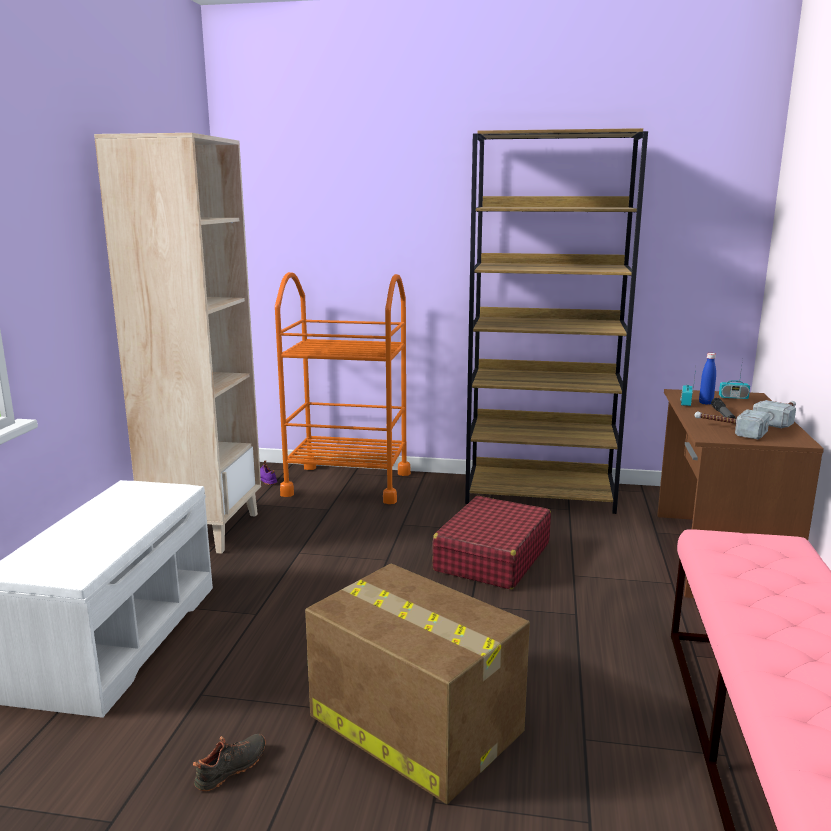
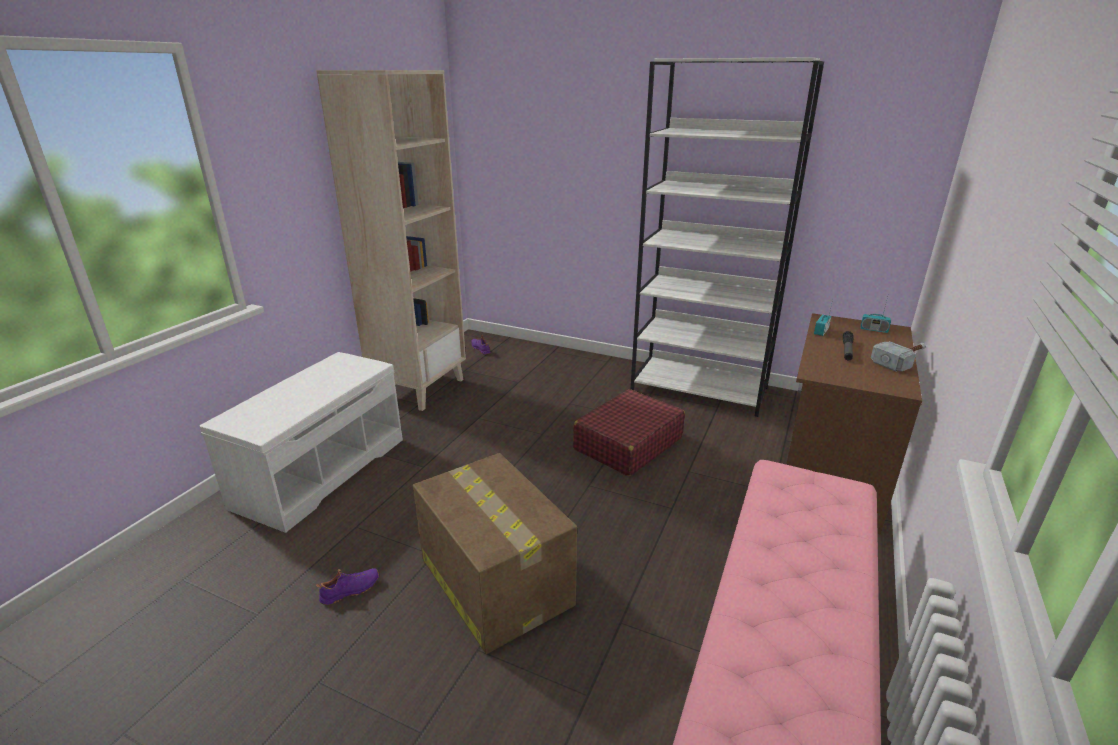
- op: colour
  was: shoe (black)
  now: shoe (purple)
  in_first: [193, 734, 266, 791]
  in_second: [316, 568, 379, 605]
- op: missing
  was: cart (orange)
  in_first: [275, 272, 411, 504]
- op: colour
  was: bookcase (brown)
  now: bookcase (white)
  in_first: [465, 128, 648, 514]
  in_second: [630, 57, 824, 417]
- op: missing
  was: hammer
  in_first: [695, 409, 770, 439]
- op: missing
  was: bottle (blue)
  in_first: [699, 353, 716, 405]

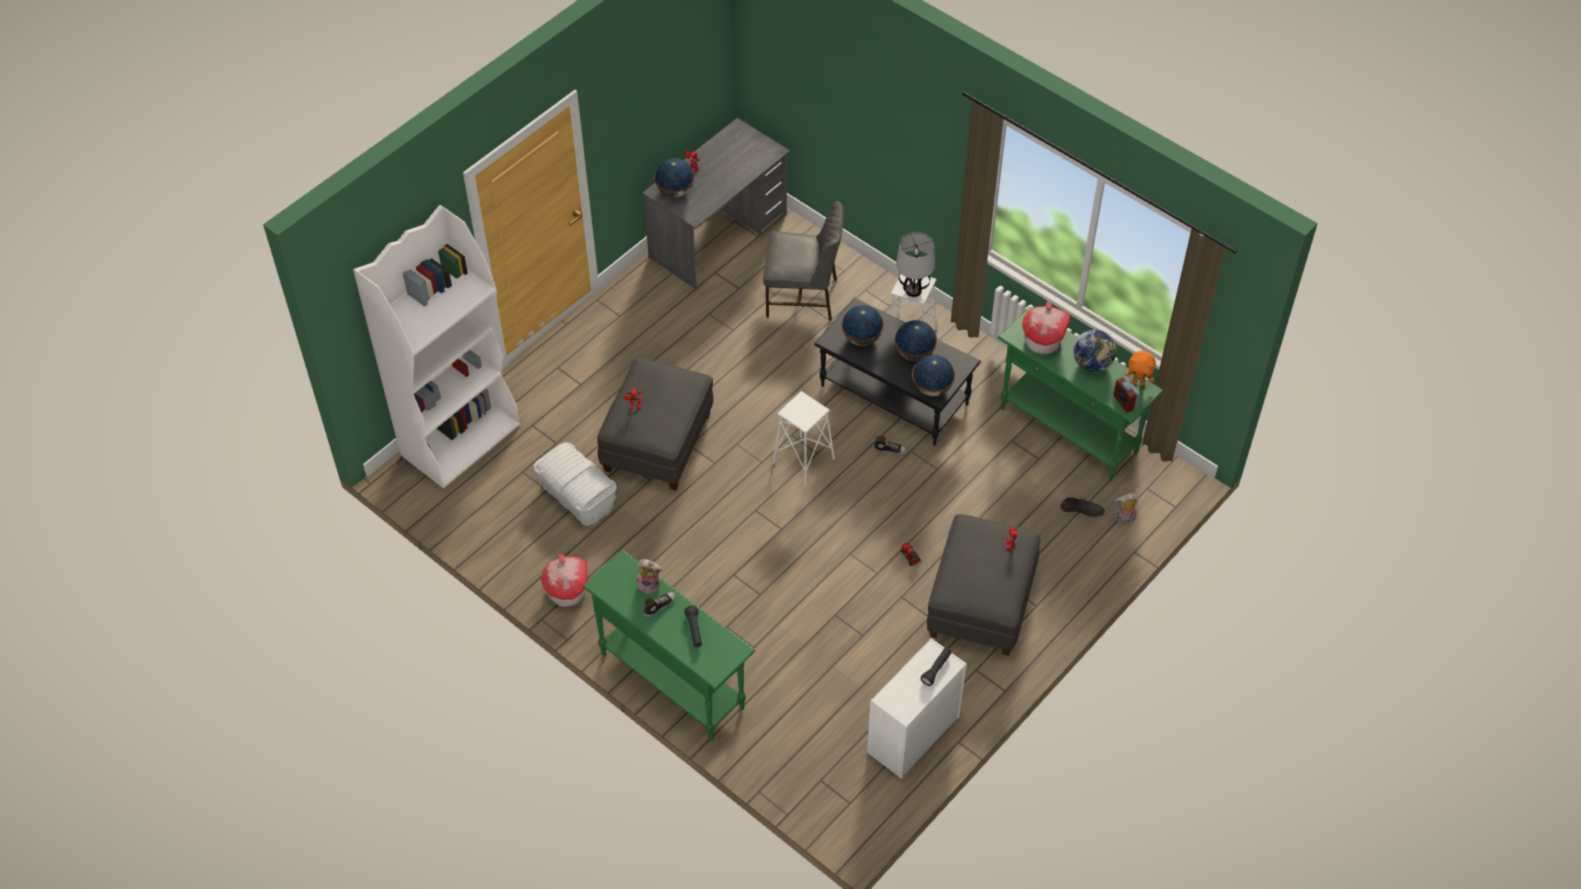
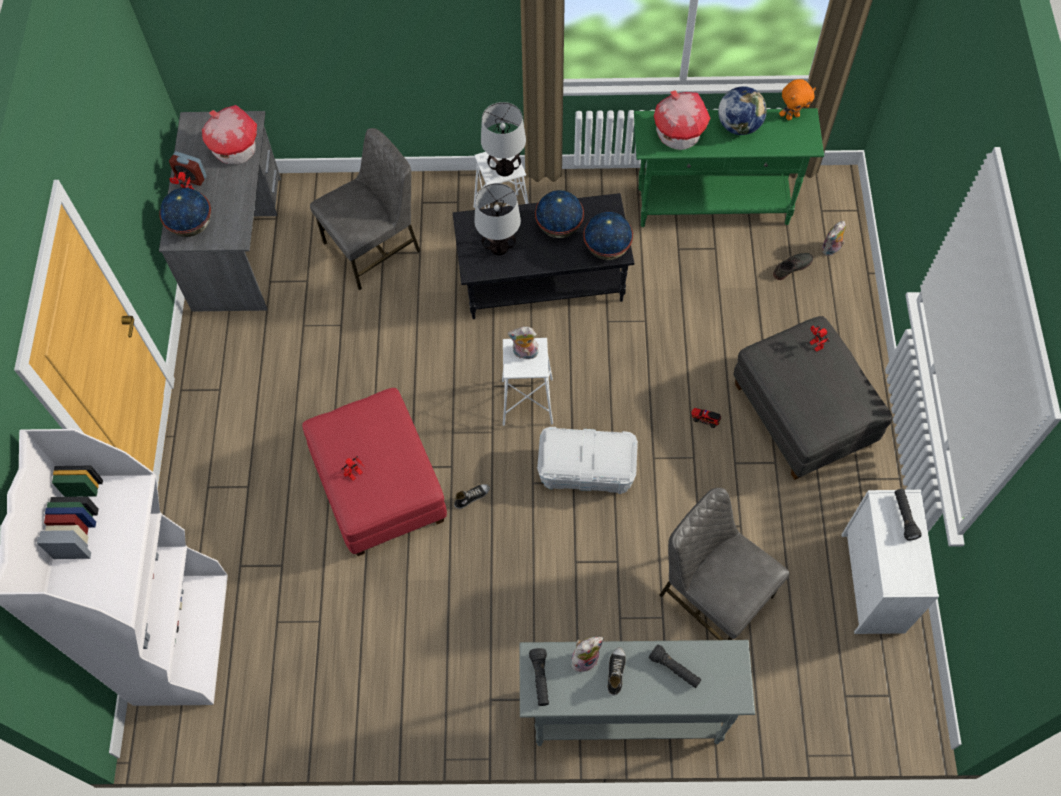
- op: relocated
  was: storage box (white)
  in_first: [533, 442, 617, 526]
  in_second: [537, 427, 638, 494]
- op: relocated
  was: toy house
  in_first: [541, 555, 587, 607]
  in_second: [202, 105, 257, 164]
- op: colour
  was: console table (green)
  now: console table (grey)
  in_first: [582, 550, 755, 741]
  in_second: [520, 640, 755, 746]
- op: colour
  was: ottoman (grey)
  now: ottoman (red)
  in_first: [597, 358, 714, 491]
  in_second: [302, 388, 447, 556]
- op: exchanged
  was: globe
  now: table lamp
  in_first: [841, 305, 884, 346]
  in_second: [474, 183, 521, 255]
- op: relocated
  was: shoe
  in_first: [874, 436, 907, 454]
  in_second: [454, 484, 490, 509]
- op: relocated
  was: alarm clock
  in_first: [1113, 376, 1140, 413]
  in_second: [169, 151, 207, 186]
- op: appeared
  now: plush toy
  in_second: [508, 326, 539, 360]
- op: appeared
  now: flashlight (black)
  in_second: [529, 648, 549, 706]
- op: appeared
  now: chair (grey)
  in_second: [660, 488, 789, 640]

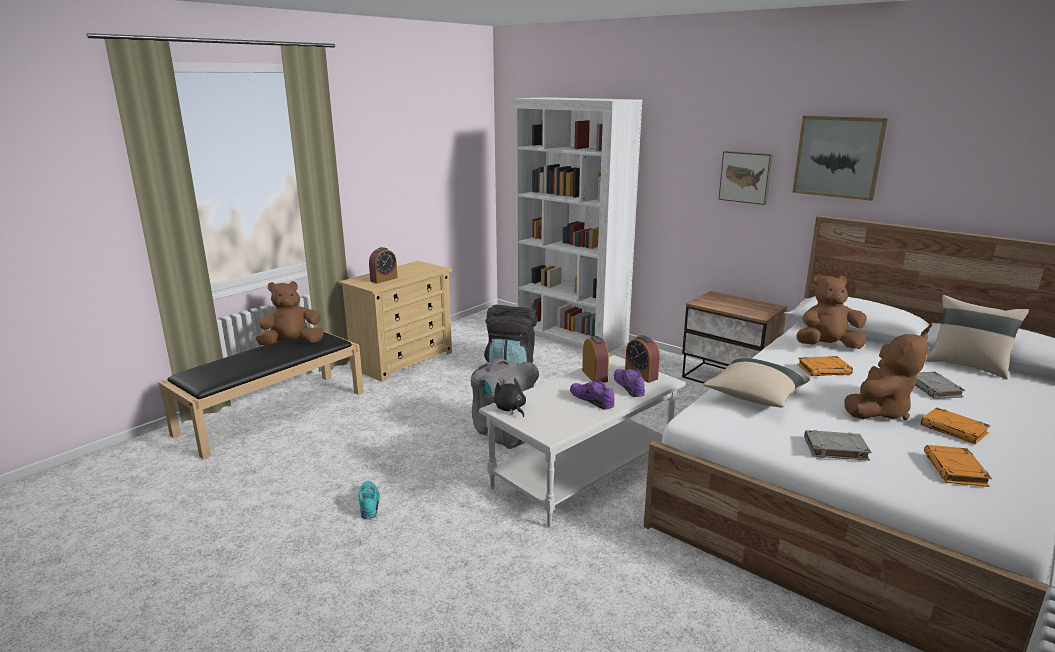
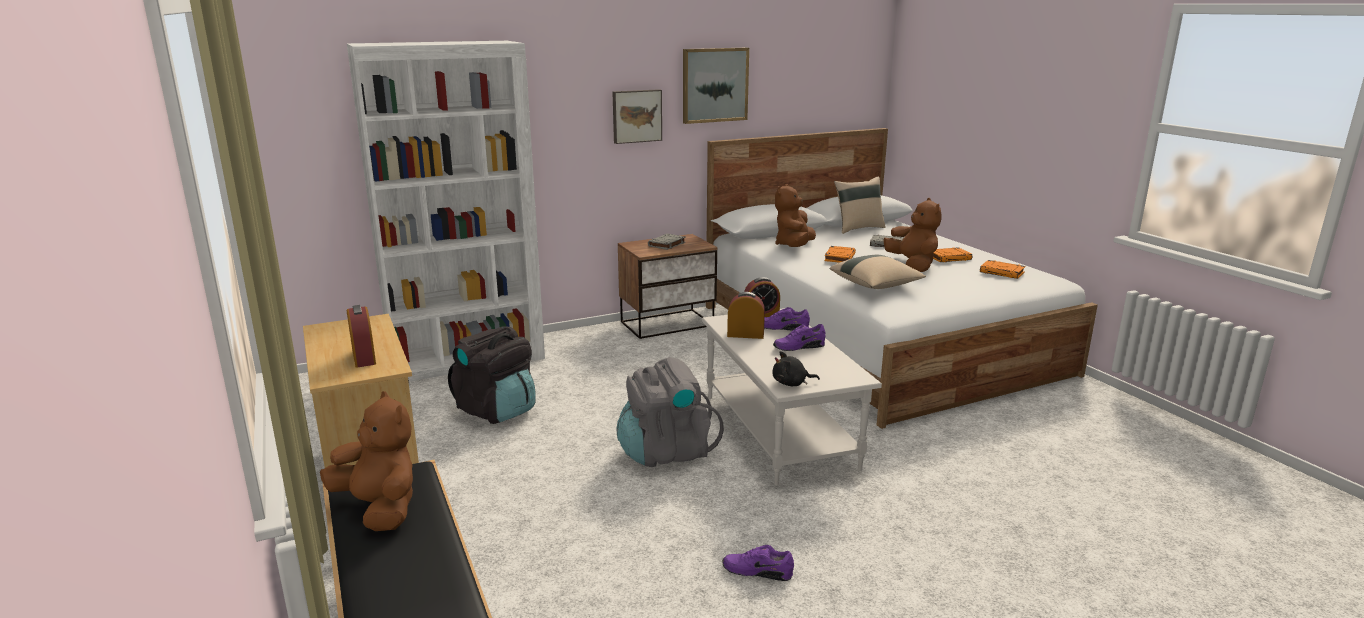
- op: spun
  was: plush toy (brown)
  in_first: [255, 281, 324, 346]
  in_second: [320, 391, 413, 531]
  clockwise: 135
- op: colour
  was: shoe (turquoise)
  now: shoe (purple)
  in_first: [358, 481, 380, 519]
  in_second: [723, 545, 794, 581]
- op: relocated
  was: book (grey)
  in_first: [804, 430, 872, 461]
  in_second: [648, 234, 686, 250]

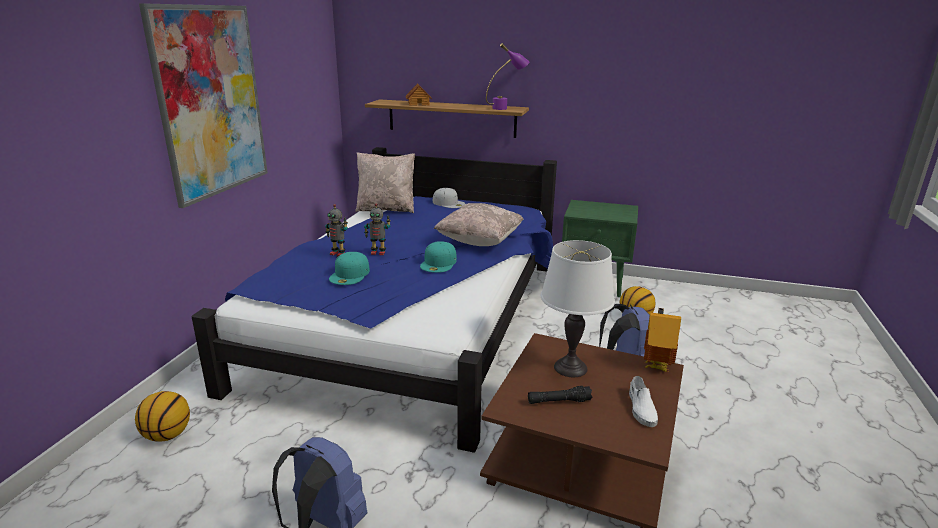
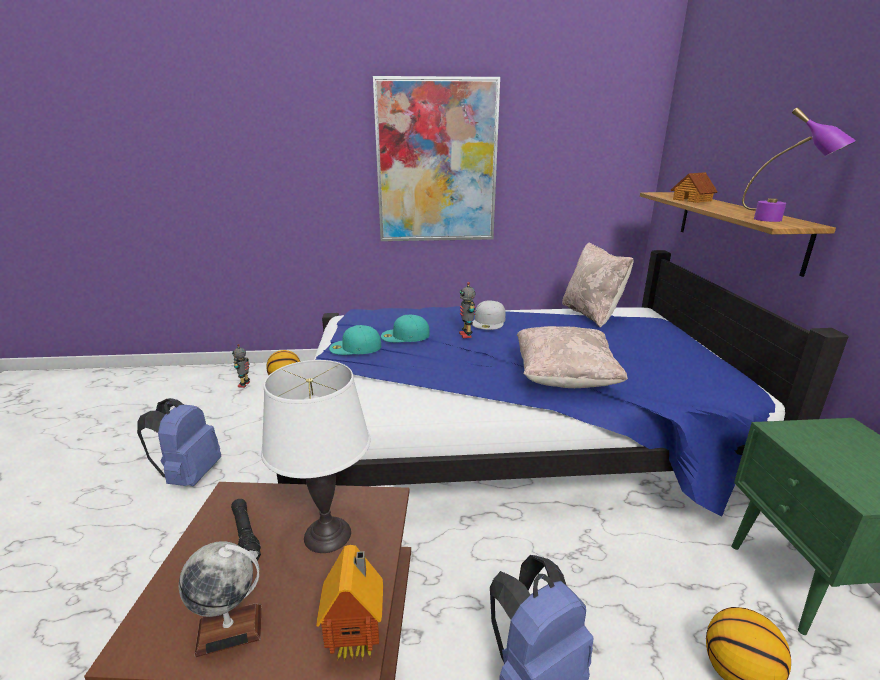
- op: relocated
  was: toy robot
  in_first: [325, 204, 348, 257]
  in_second: [232, 344, 250, 388]
- op: relocated
  was: cap (turquoise)
  in_first: [420, 241, 457, 273]
  in_second: [329, 325, 381, 355]
- op: relocated
  was: cap (white)
  in_first: [433, 188, 465, 208]
  in_second: [472, 301, 506, 330]
- op: exchanged
  was: shoe (white)
  now: globe
  in_first: [629, 376, 658, 427]
  in_second: [179, 541, 261, 658]

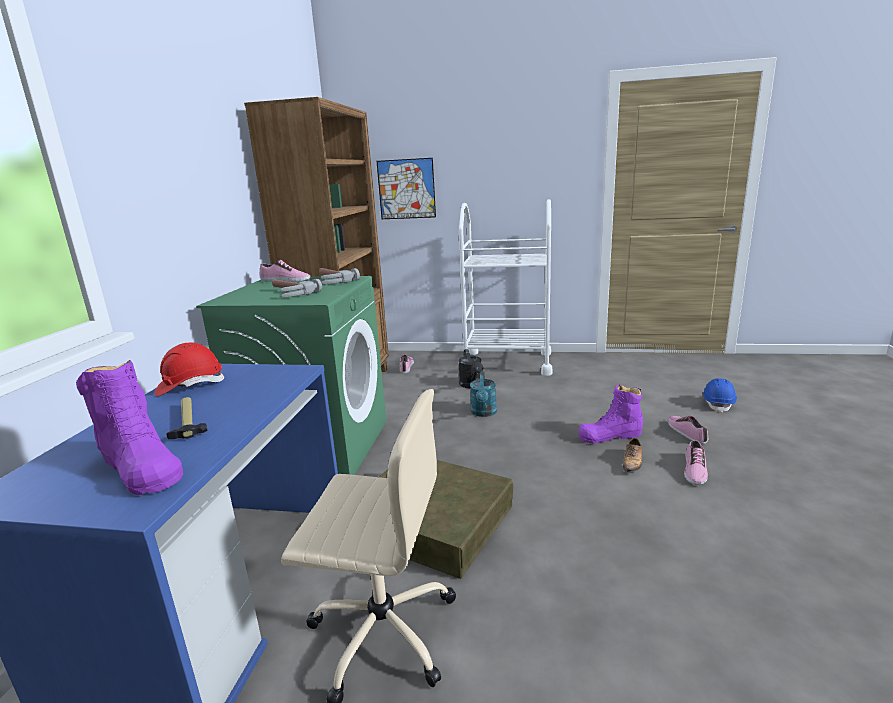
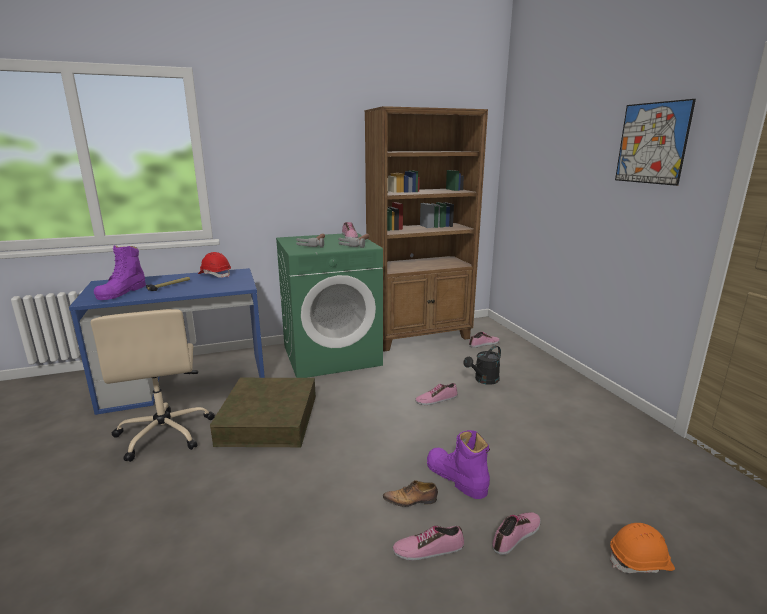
- op: relocated
  was: picture
  in_first: [377, 158, 436, 219]
  in_second: [615, 99, 696, 186]
- op: missing
  was: cart (white)
  in_first: [459, 199, 552, 376]
- op: exchanged
  was: watering can (turquoise)
  now: shoe
  in_first: [470, 371, 497, 417]
  in_second: [415, 383, 458, 405]
- op: colour
  was: hard hat (blue)
  now: hard hat (orange)
  in_first: [702, 378, 737, 413]
  in_second: [610, 523, 675, 573]

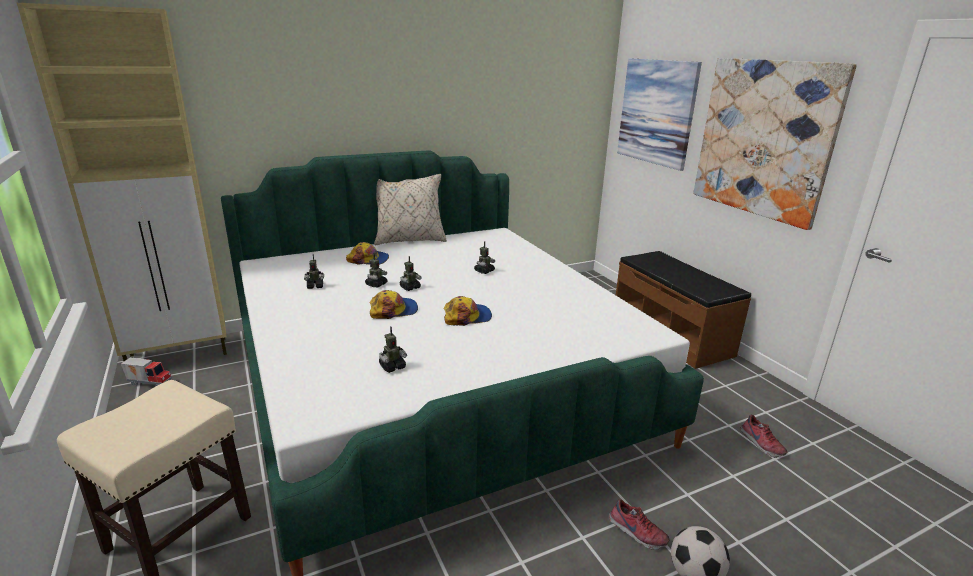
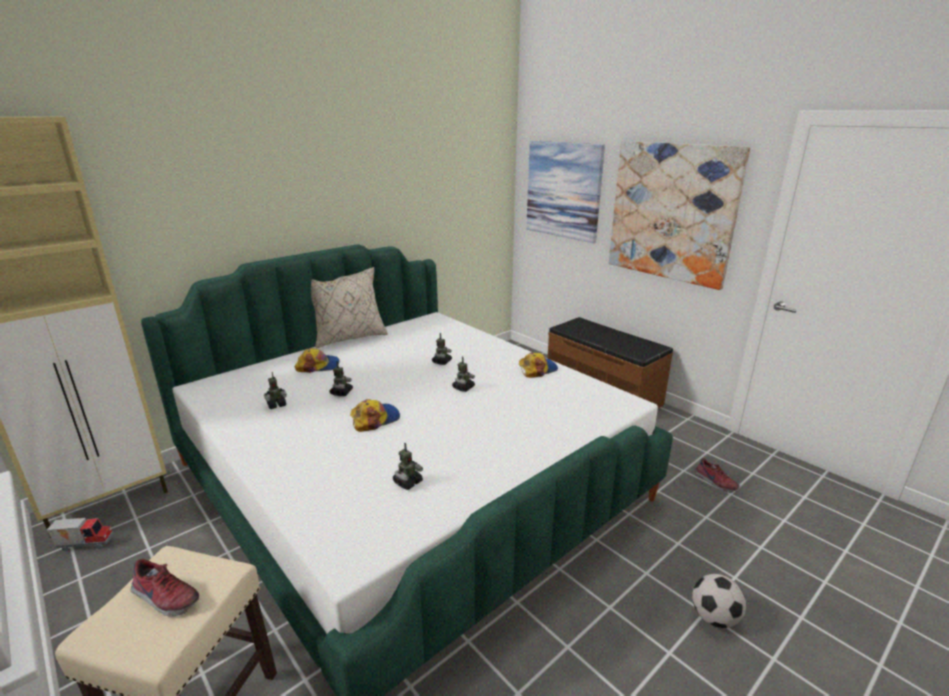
- op: relocated
  was: toy robot
  in_first: [400, 256, 422, 291]
  in_second: [452, 356, 475, 392]
- op: relocated
  was: cap
  in_first: [444, 296, 492, 326]
  in_second: [519, 352, 558, 378]
- op: relocated
  was: shoe
  in_first: [609, 499, 670, 550]
  in_second: [130, 559, 199, 617]

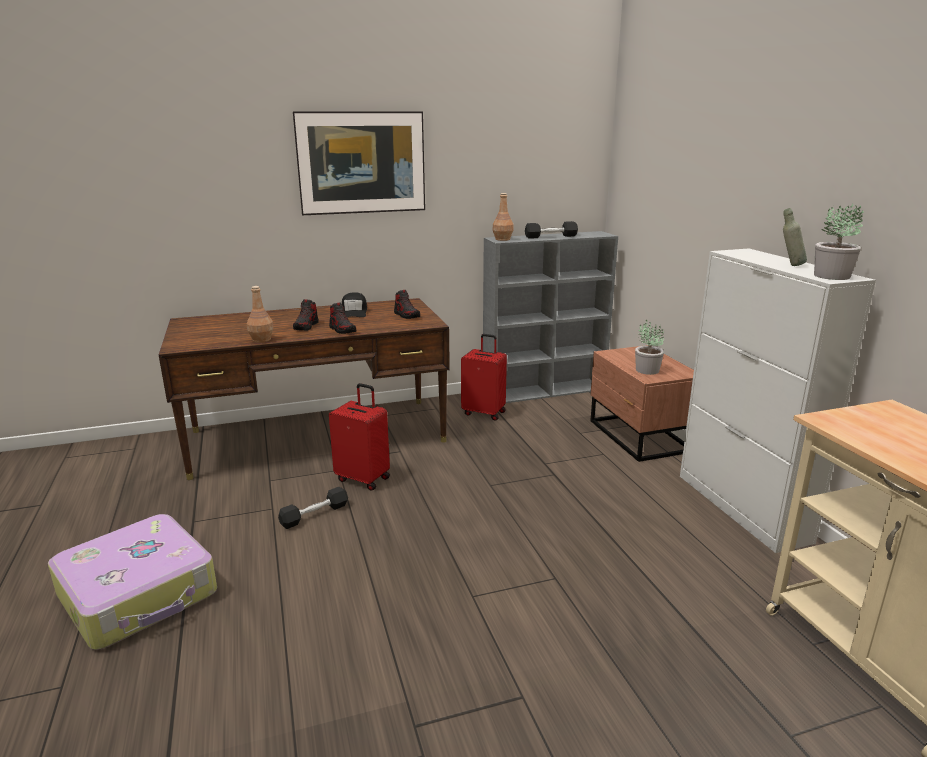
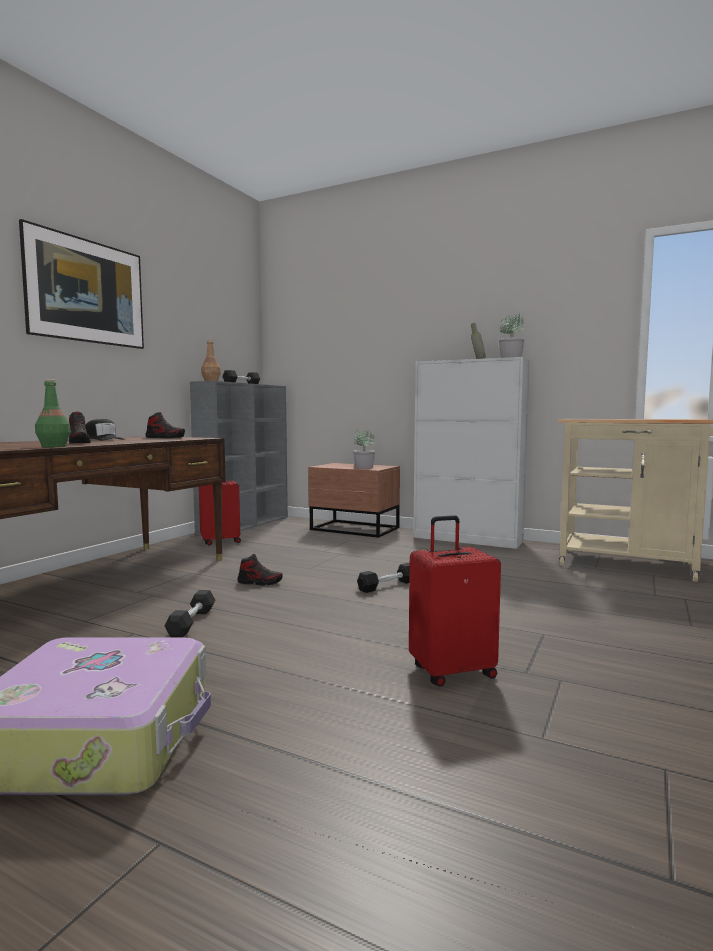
- op: colour
  was: bottle (brown)
  now: bottle (green)
  in_first: [247, 286, 274, 343]
  in_second: [35, 379, 71, 447]
- op: relocated
  was: shoe
  in_first: [329, 302, 356, 334]
  in_second: [238, 554, 283, 586]
- op: relocated
  was: suitcase (red)
  in_first: [329, 383, 390, 491]
  in_second: [409, 515, 501, 687]
- op: appeared
  now: dumbbell (black)
  in_second: [357, 563, 410, 593]

